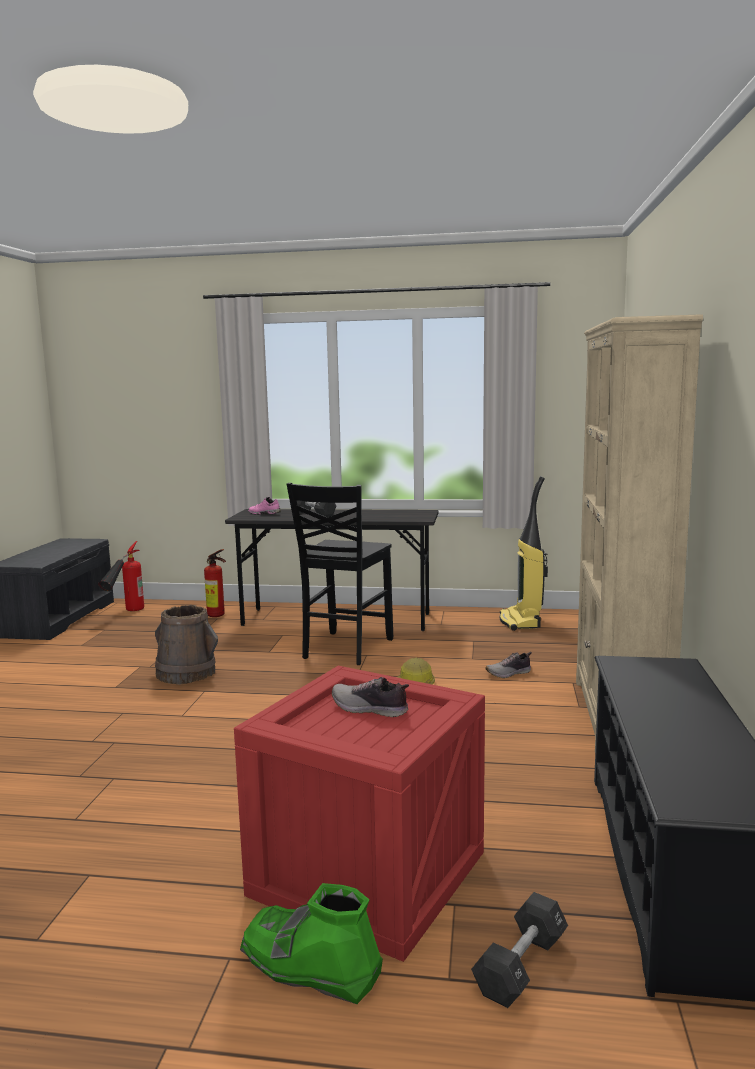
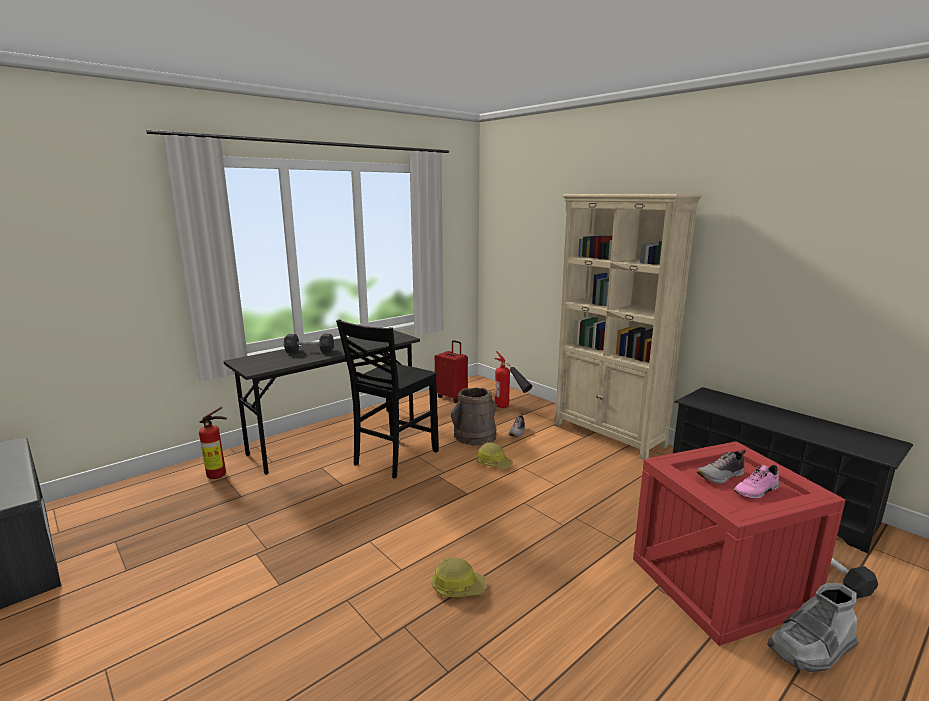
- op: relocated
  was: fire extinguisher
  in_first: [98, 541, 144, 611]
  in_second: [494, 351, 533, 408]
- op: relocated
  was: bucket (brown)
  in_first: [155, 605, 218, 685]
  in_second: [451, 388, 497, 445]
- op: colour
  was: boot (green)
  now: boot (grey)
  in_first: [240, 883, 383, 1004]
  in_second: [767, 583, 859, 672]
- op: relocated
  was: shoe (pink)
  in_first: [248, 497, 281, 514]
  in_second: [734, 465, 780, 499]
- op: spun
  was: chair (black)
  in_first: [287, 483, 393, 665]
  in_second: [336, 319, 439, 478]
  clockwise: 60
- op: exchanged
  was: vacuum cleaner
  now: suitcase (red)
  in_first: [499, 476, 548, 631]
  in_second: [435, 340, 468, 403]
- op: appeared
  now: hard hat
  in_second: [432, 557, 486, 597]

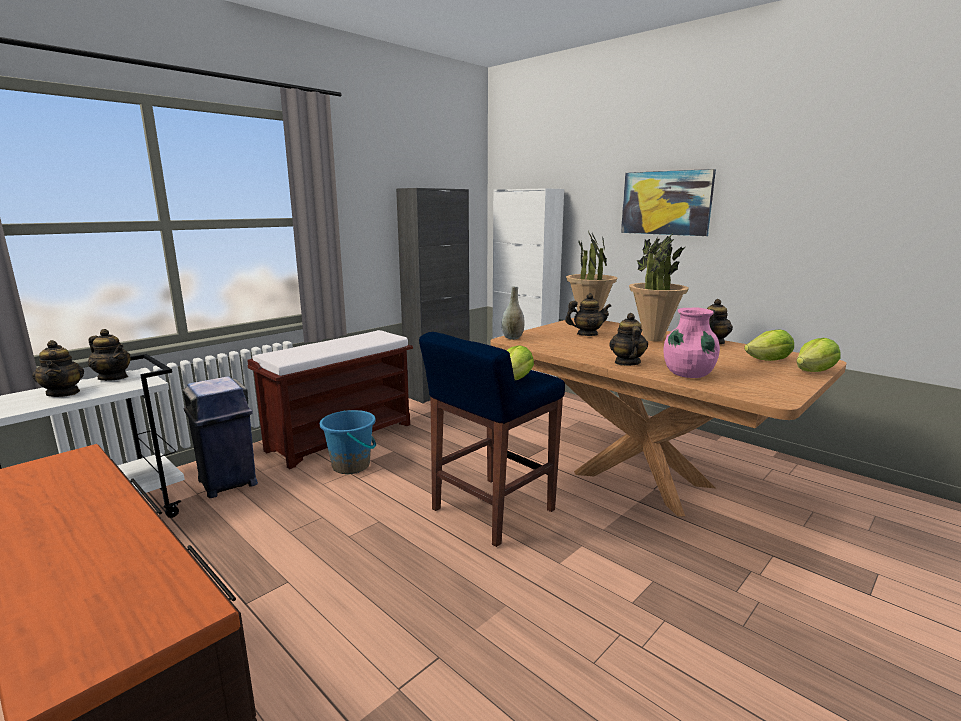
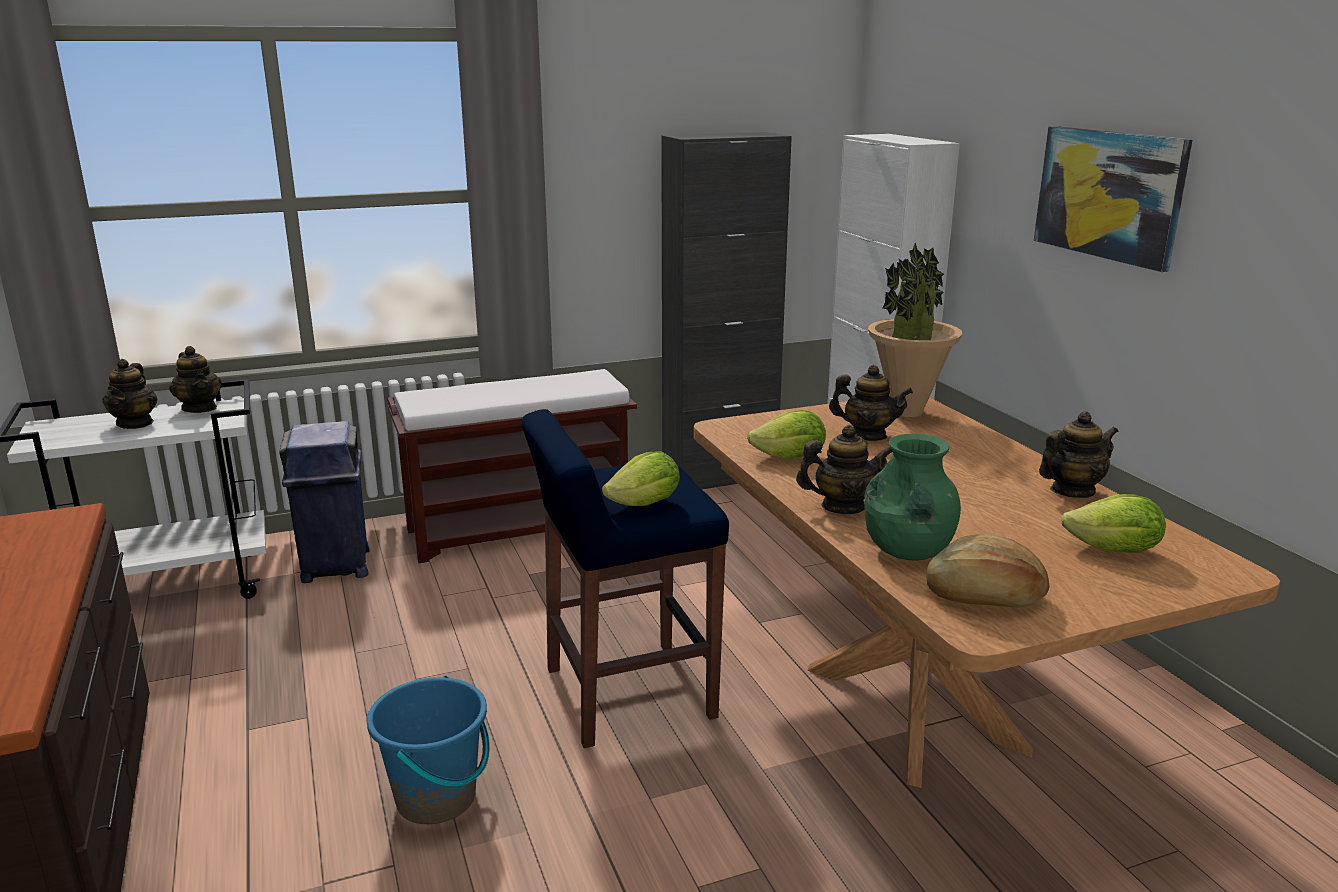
- op: relocated
  was: bucket (blue)
  in_first: [320, 410, 376, 474]
  in_second: [367, 675, 490, 824]
- op: missing
  was: vase (grey)
  in_first: [501, 286, 525, 340]
- op: spun
  was: teapot
  in_first: [609, 313, 648, 366]
  in_second: [796, 425, 893, 514]
  clockwise: 60
- op: missing
  was: potted plant
  in_first: [629, 234, 689, 341]
- op: colour
  was: vase (pink)
  now: vase (green)
  in_first: [663, 307, 720, 378]
  in_second: [864, 434, 961, 561]
- op: relocated
  was: lettuce
  in_first: [797, 338, 840, 372]
  in_second: [747, 410, 826, 459]
- op: appeared
  now: bread
  in_second: [926, 534, 1050, 608]

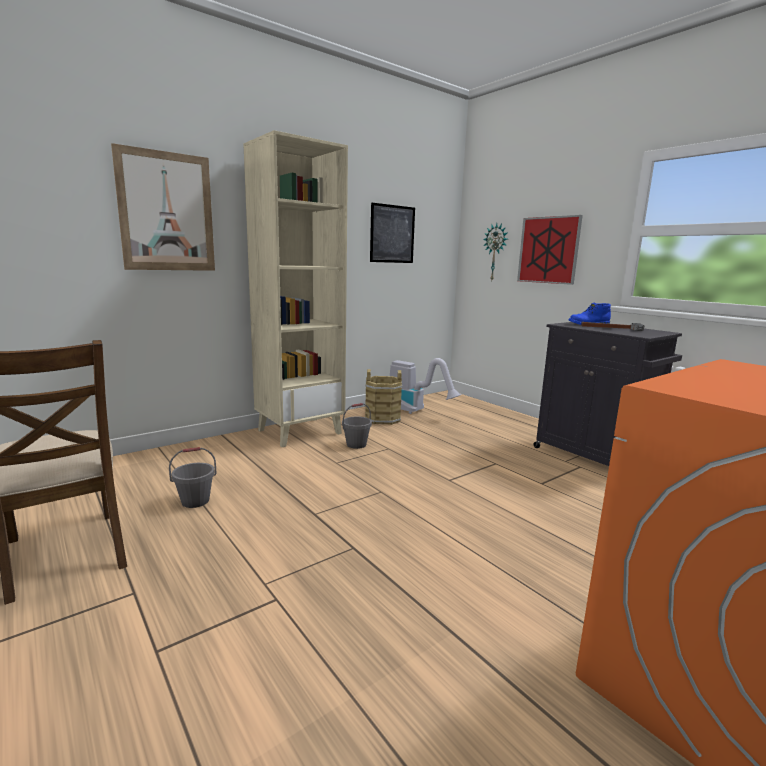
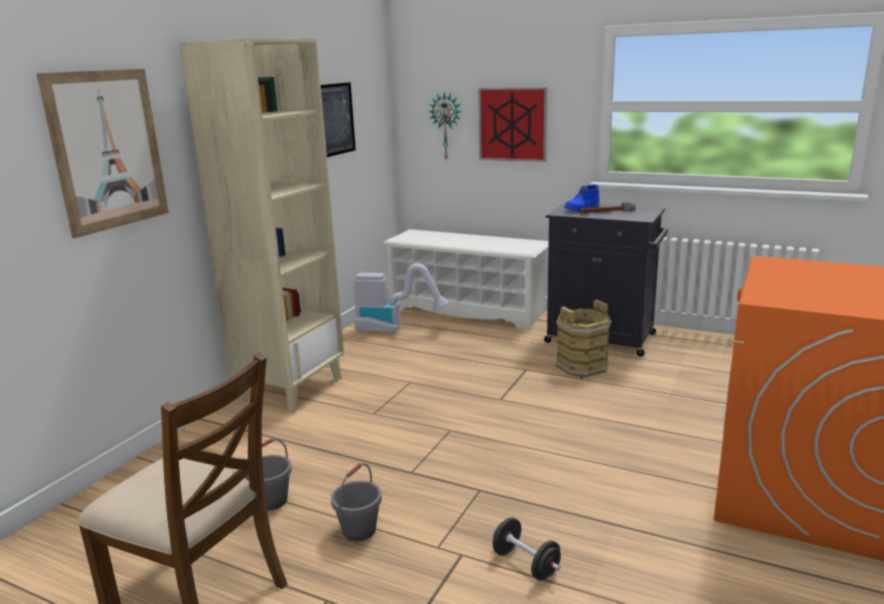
- op: relocated
  was: bucket (grey)
  in_first: [342, 403, 372, 449]
  in_second: [331, 463, 382, 541]
- op: relocated
  was: bucket (brown)
  in_first: [365, 369, 402, 425]
  in_second: [556, 300, 612, 377]
- op: appeared
  now: shoe rack (white)
  in_second: [383, 229, 549, 330]
- op: appeared
  now: dumbbell (black)
  in_second: [493, 517, 561, 581]

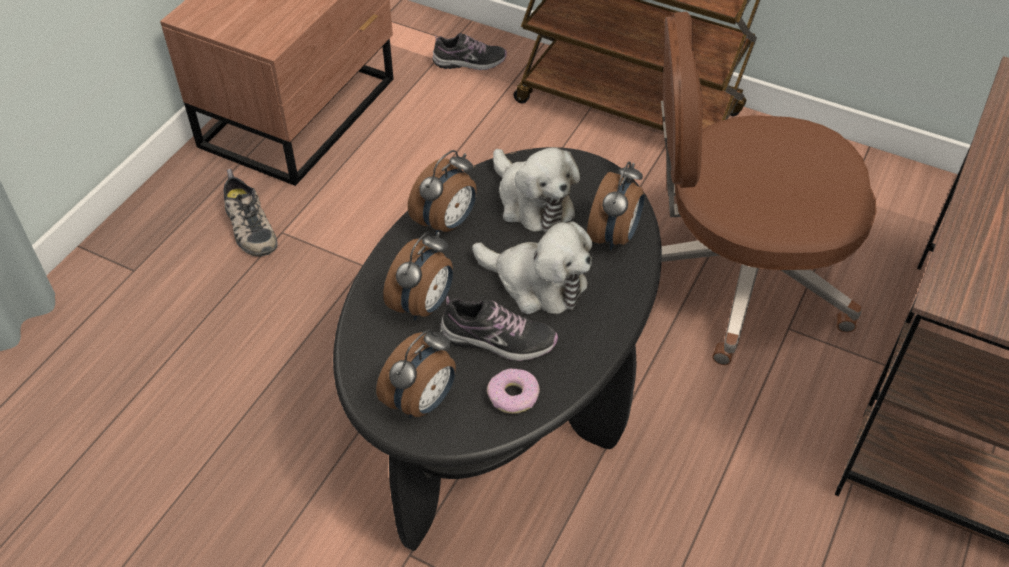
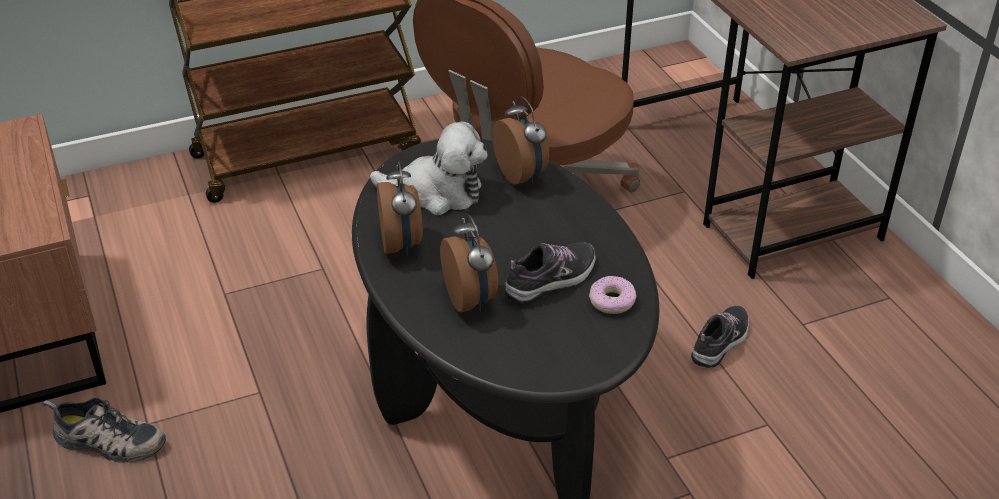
- op: missing
  was: alarm clock
  in_first: [376, 329, 456, 418]
- op: relocated
  was: shoe
  in_first: [432, 33, 507, 70]
  in_second: [691, 306, 749, 368]
- op: missing
  was: plush toy
  in_first: [472, 221, 592, 314]

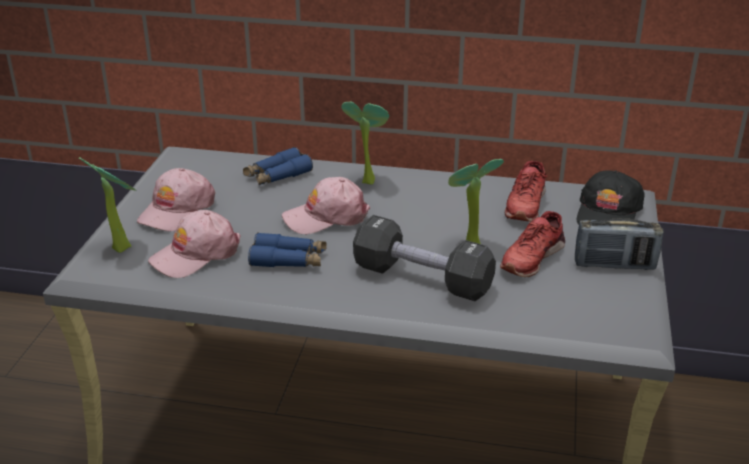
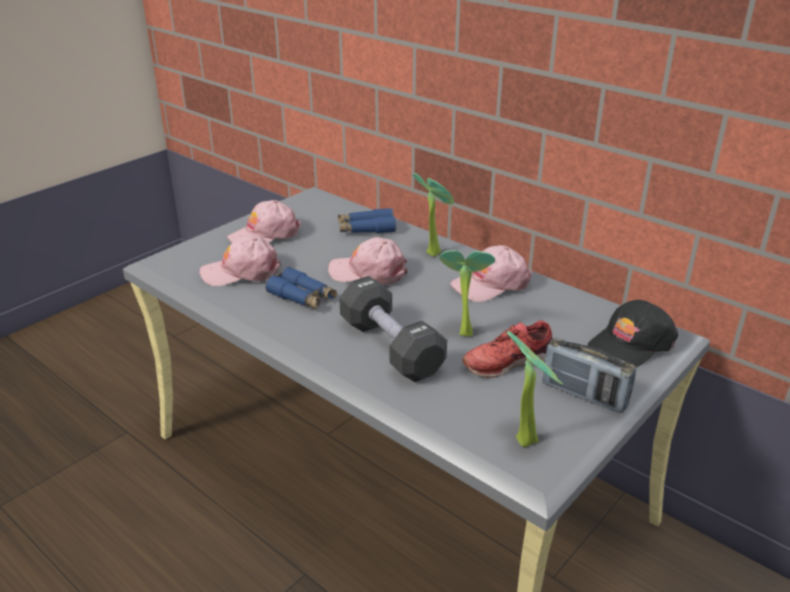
- op: relocated
  was: potted plant
  in_first: [79, 157, 136, 253]
  in_second: [507, 331, 563, 447]
- op: missing
  was: shoe (red)
  in_first: [505, 161, 547, 222]
- op: appeared
  now: cap (pink)
  in_second: [450, 245, 532, 302]

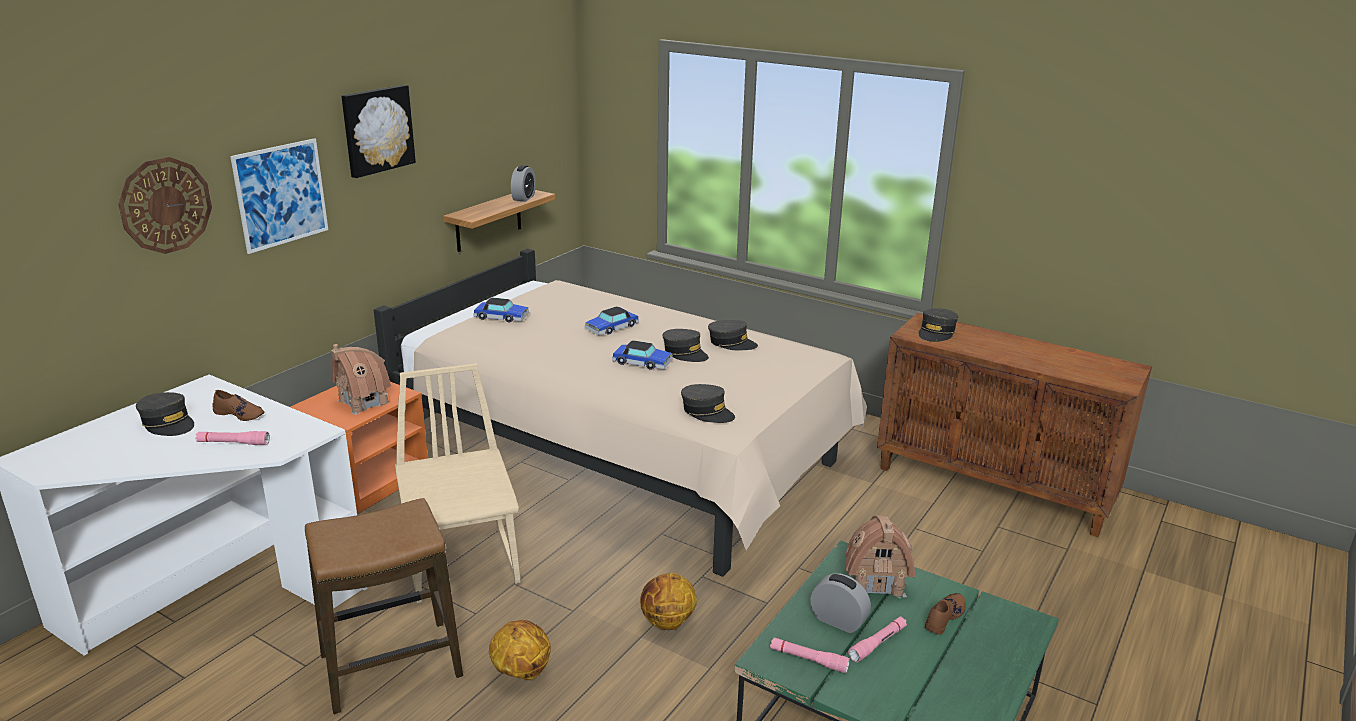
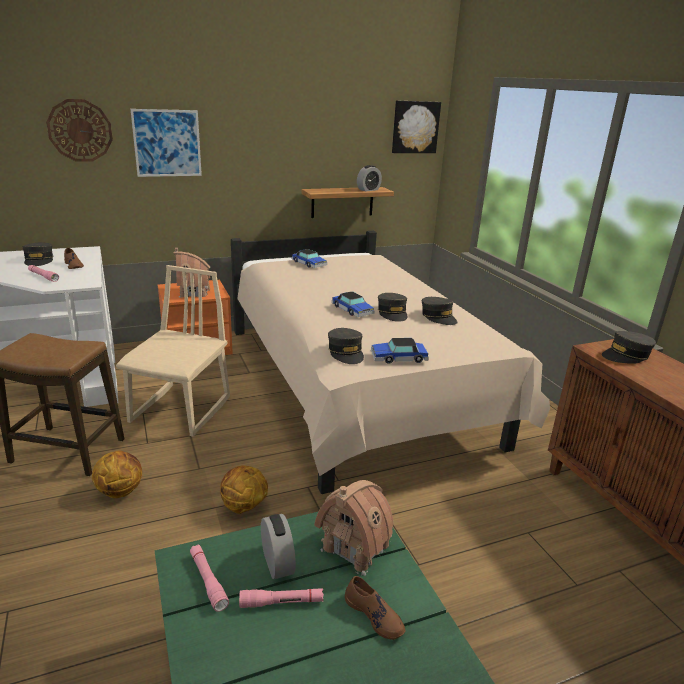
- op: relocated
  was: picture
  in_first: [341, 85, 416, 178]
  in_second: [392, 101, 441, 153]
- op: relocated
  was: toy car
  in_first: [585, 306, 639, 335]
  in_second: [371, 338, 429, 364]
- op: spun
  was: shoe (brown)
  in_first: [925, 593, 966, 635]
  in_second: [345, 576, 405, 640]
  clockwise: 60

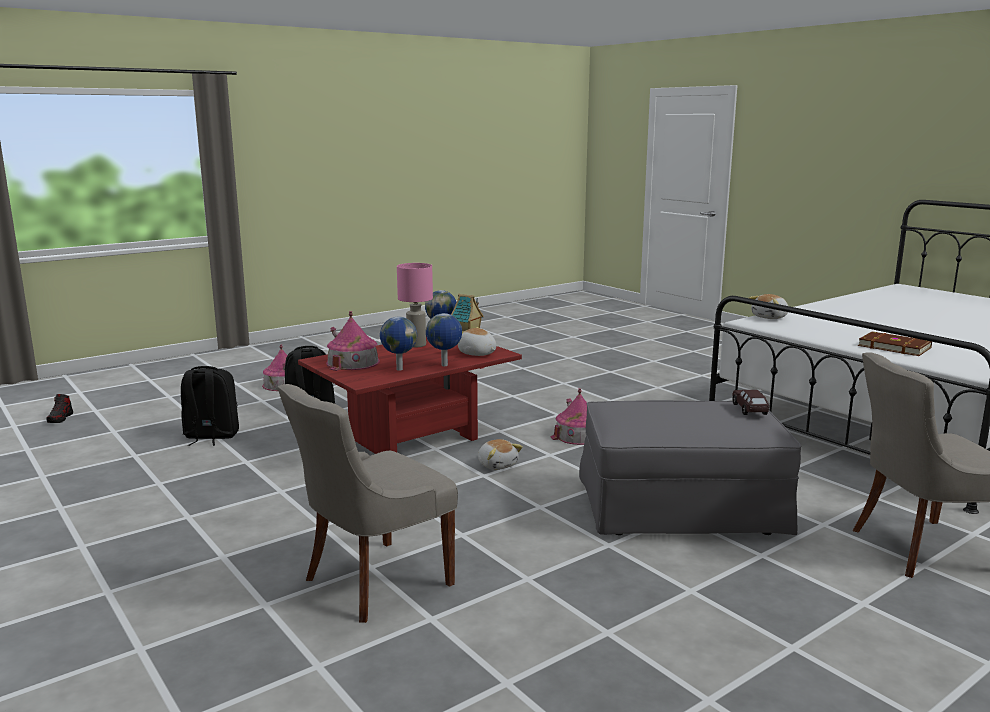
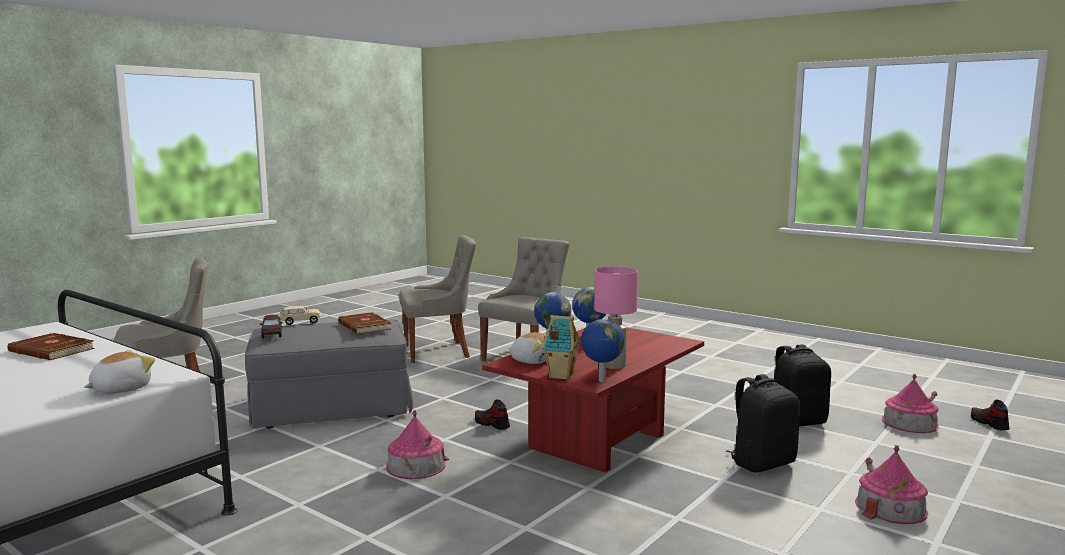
- op: relocated
  was: toy house
  in_first: [326, 311, 380, 371]
  in_second: [882, 374, 939, 433]
- op: exchanged
  was: plush toy
  now: shoe
  in_first: [478, 439, 523, 470]
  in_second: [475, 399, 510, 430]
- op: appeared
  now: toy car (beige)
  in_second: [280, 306, 321, 325]
- op: appeared
  now: book (brown)
  in_second: [338, 312, 391, 334]
- op: appeared
  now: chair (grey)
  in_second: [399, 235, 476, 363]

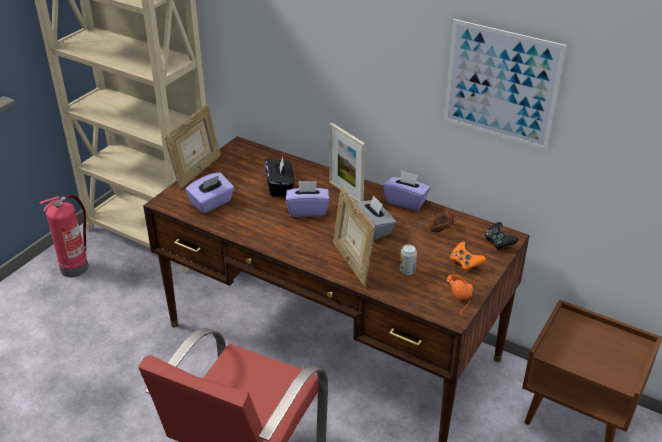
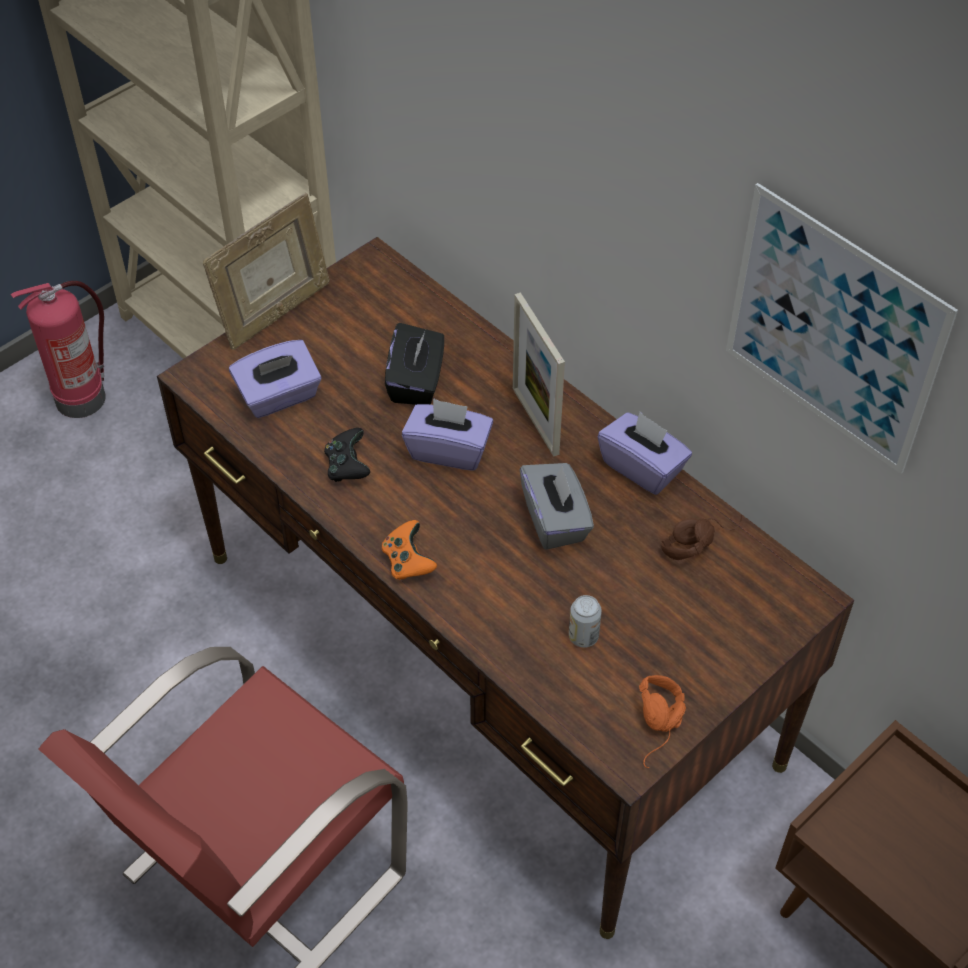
- op: missing
  was: picture frame
  in_first: [333, 186, 375, 286]
- op: relocated
  was: game controller (orange)
  in_first: [450, 242, 486, 271]
  in_second: [382, 520, 437, 580]
- op: relocated
  was: game controller (black)
  in_first: [485, 222, 518, 250]
  in_second: [324, 428, 370, 482]

